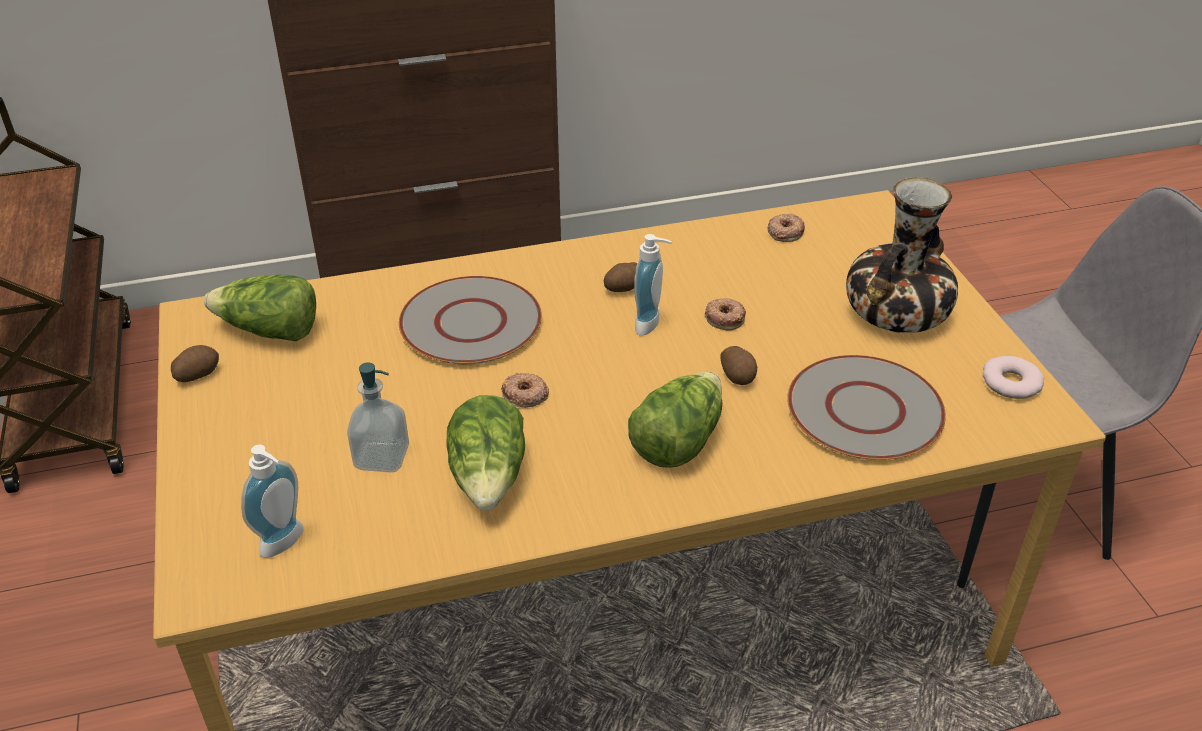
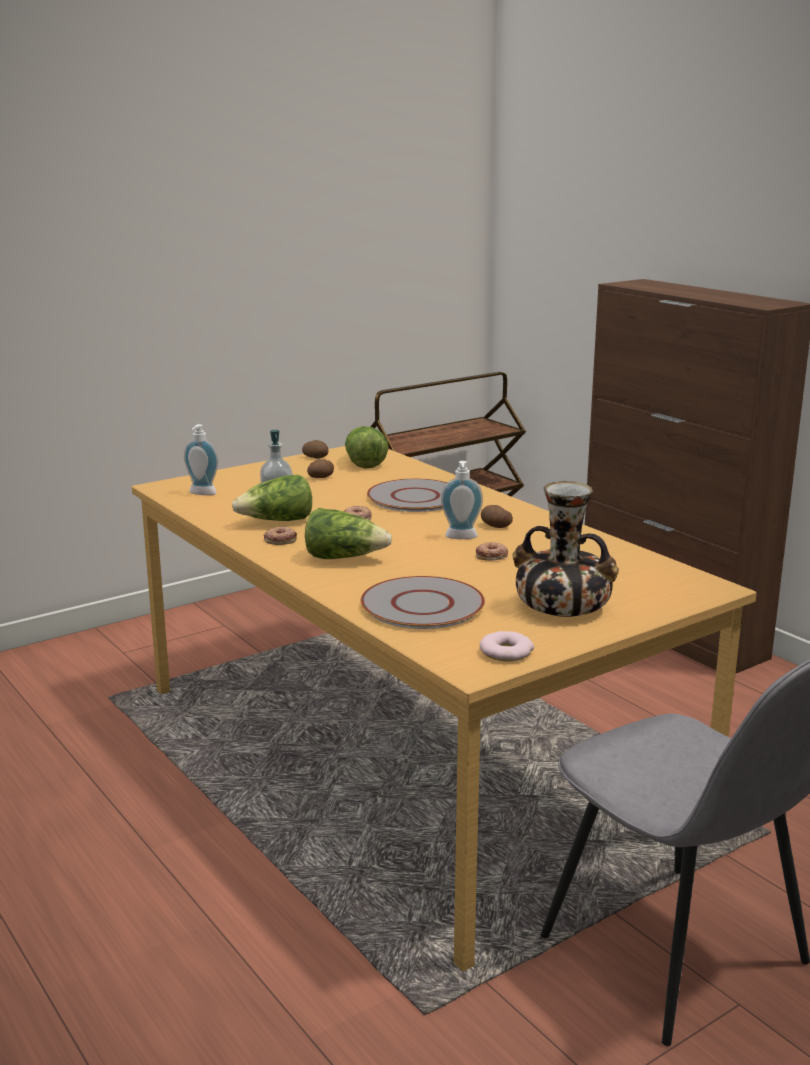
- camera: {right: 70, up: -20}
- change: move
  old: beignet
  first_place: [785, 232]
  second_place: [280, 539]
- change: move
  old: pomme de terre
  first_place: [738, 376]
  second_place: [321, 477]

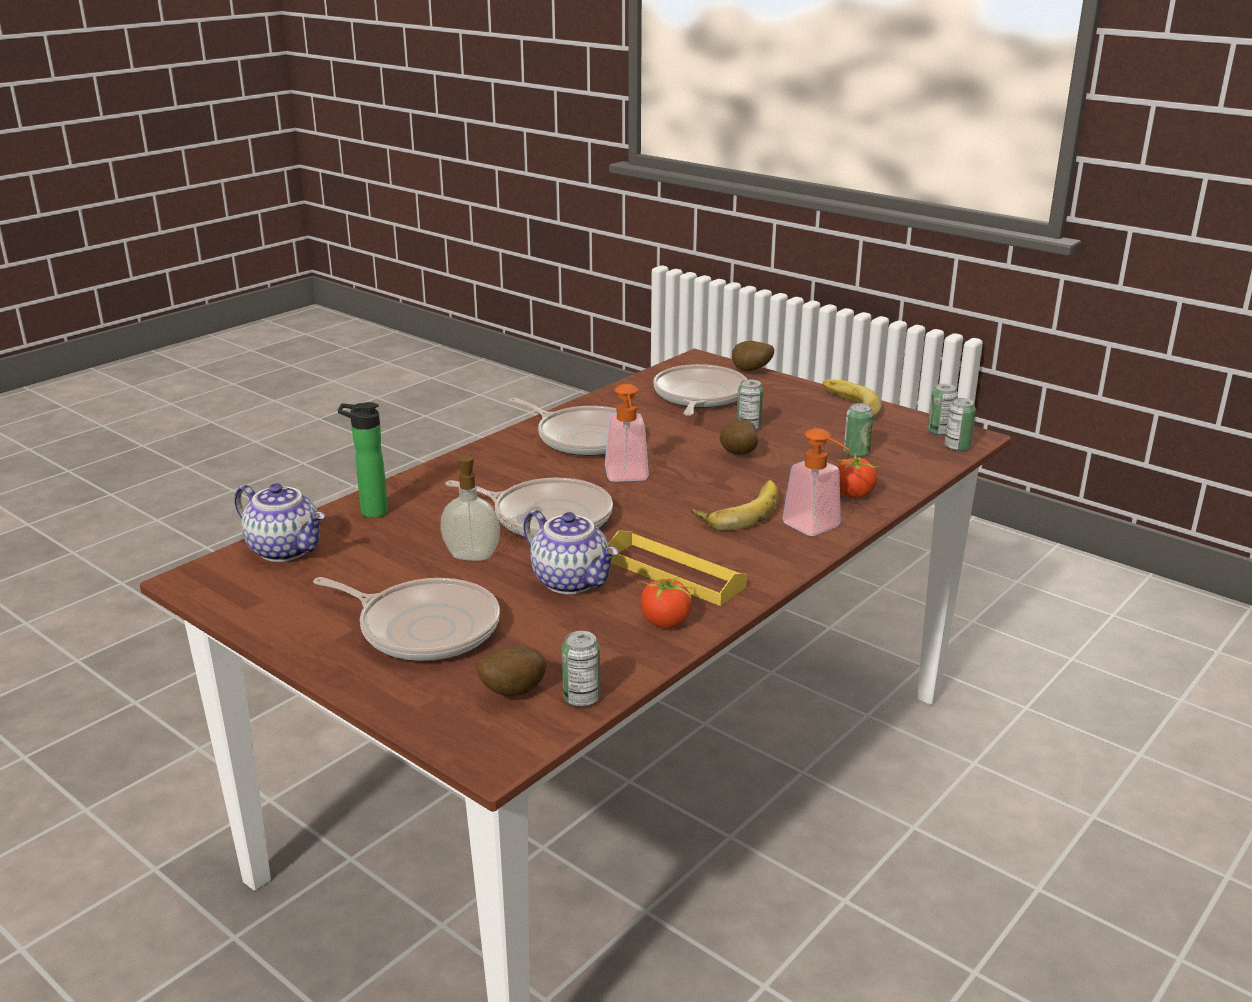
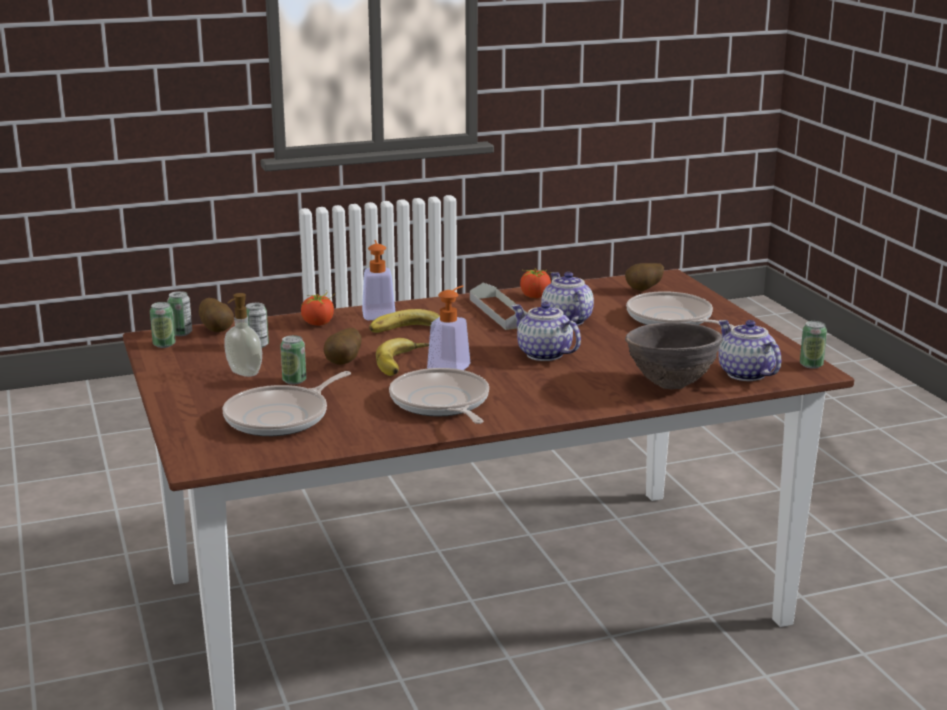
- camera: {right: -150, up: -5}
- change: move
  old: pomme de terre
  first_place: [750, 371]
  second_place: [218, 330]
- change: move
  old: distributeur de savon
  first_place: [472, 555]
  second_place: [243, 373]
- change: move
  old: banane
  first_place: [844, 407]
  second_place: [404, 363]
- change: recolor
  old: plateau/jaune
  new: plateau/gris
  first_place: [674, 573]
  second_place: [500, 312]
- change: replace
  old: poêle
  new: théière
  first_place: [547, 517]
  second_place: [543, 354]
- change: replace
  old: bouteille
  new: bol/marron
  first_place: [370, 512]
  second_place: [670, 385]
- change: move
  old: boîte métallique
  first_place: [581, 698]
  second_place: [811, 365]

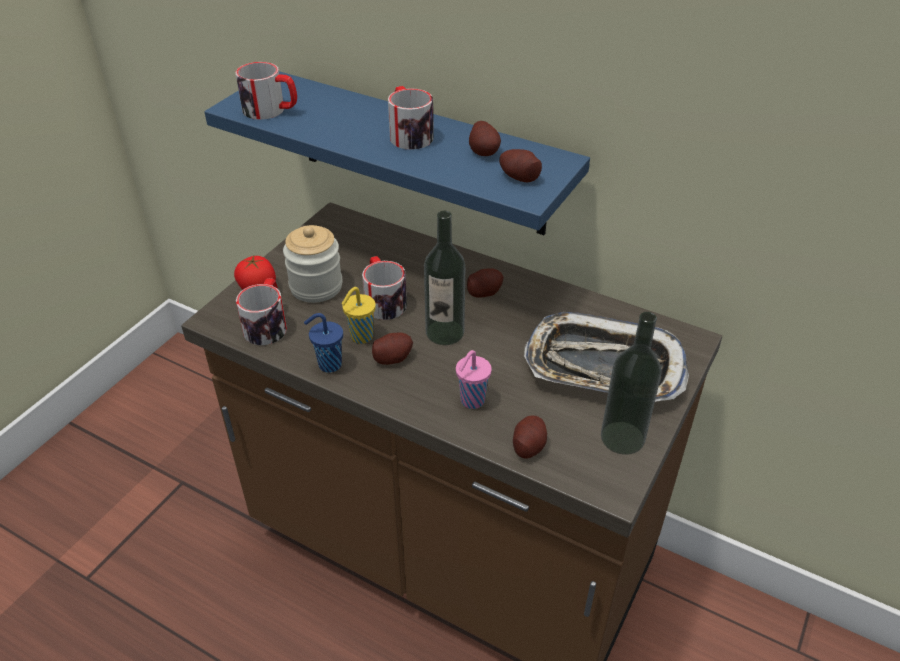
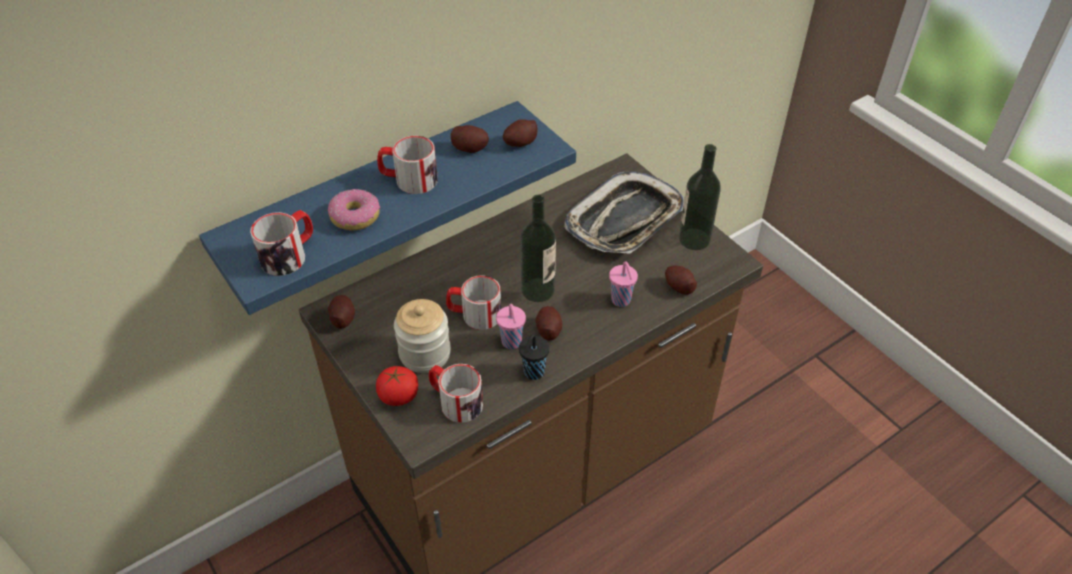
- camera: {right: -65, up: 5}
- change: insert
  new: beignet
  second_place: [355, 216]
- change: move
  old: pomme de terre
  first_place: [484, 292]
  second_place: [342, 318]
- change: recolor
  old: tasse/jaune
  new: tasse/rose
  first_place: [360, 337]
  second_place: [512, 343]
- change: recolor
  old: tasse/bleu
  new: tasse/noir
  first_place: [328, 365]
  second_place: [533, 373]

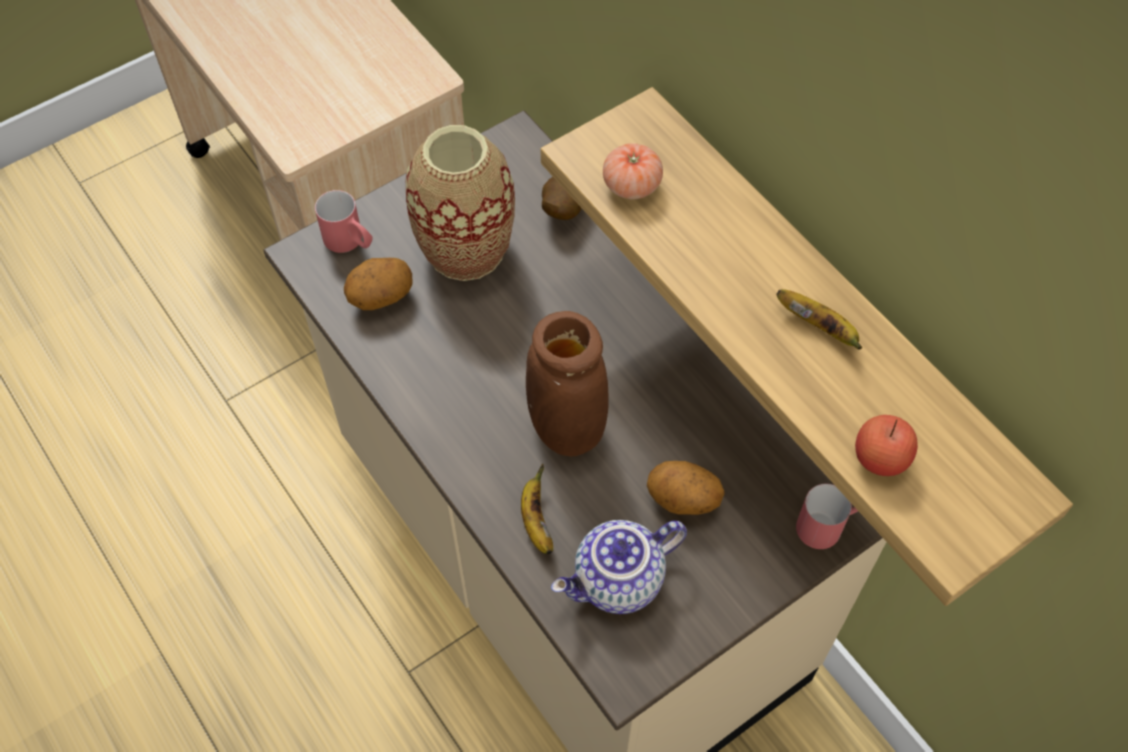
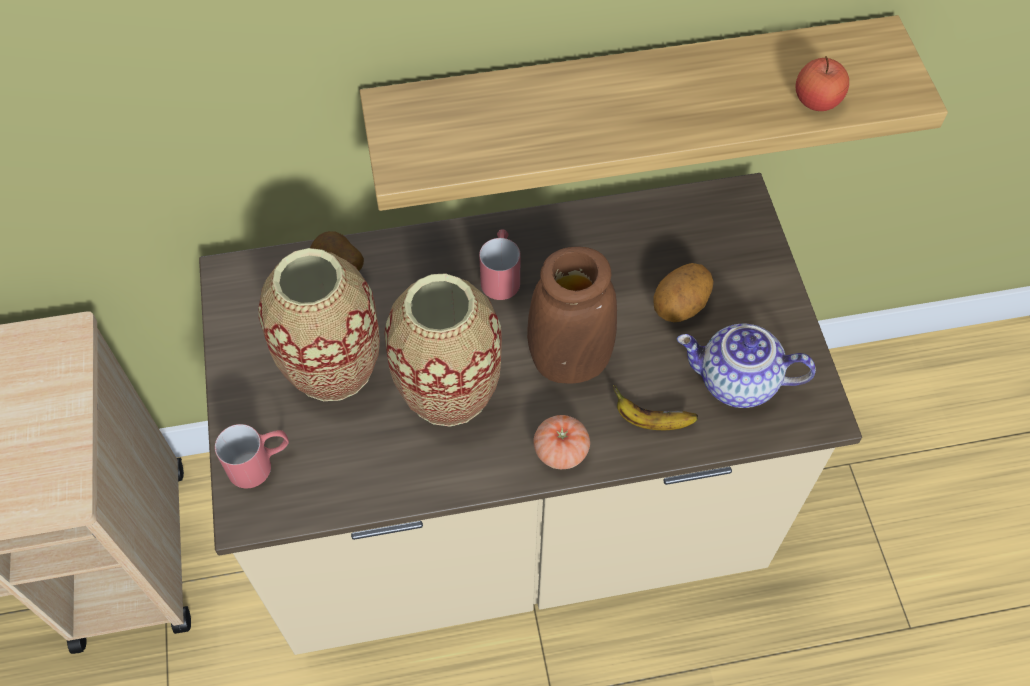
- camera: {right: -65, up: 0}
- change: insert
  new: vase
  second_place: [448, 389]
- change: move
  old: mug/rouge
  first_place: [829, 524]
  second_place: [501, 274]
- change: move
  old: tomate
  first_place: [631, 185]
  second_place: [561, 450]
- change: rotate
  old: théière
  first_place: [618, 582]
  second_place: [736, 383]
  degrees: 105
- change: delete
  old: pomme de terre
  first_place: [381, 297]
- change: delete
  old: banane
  first_place: [819, 327]

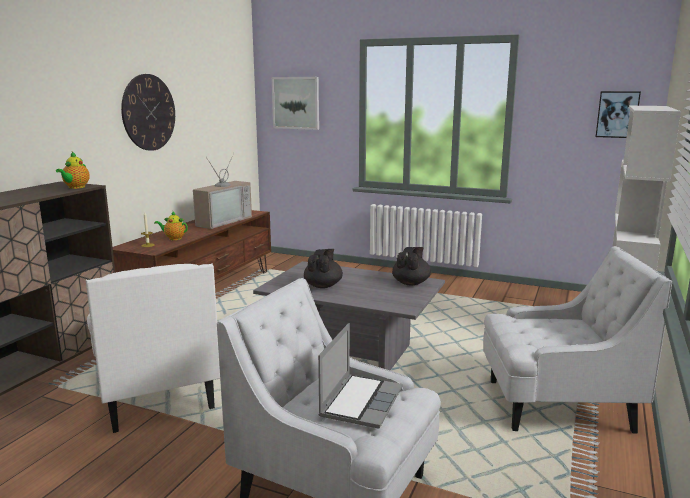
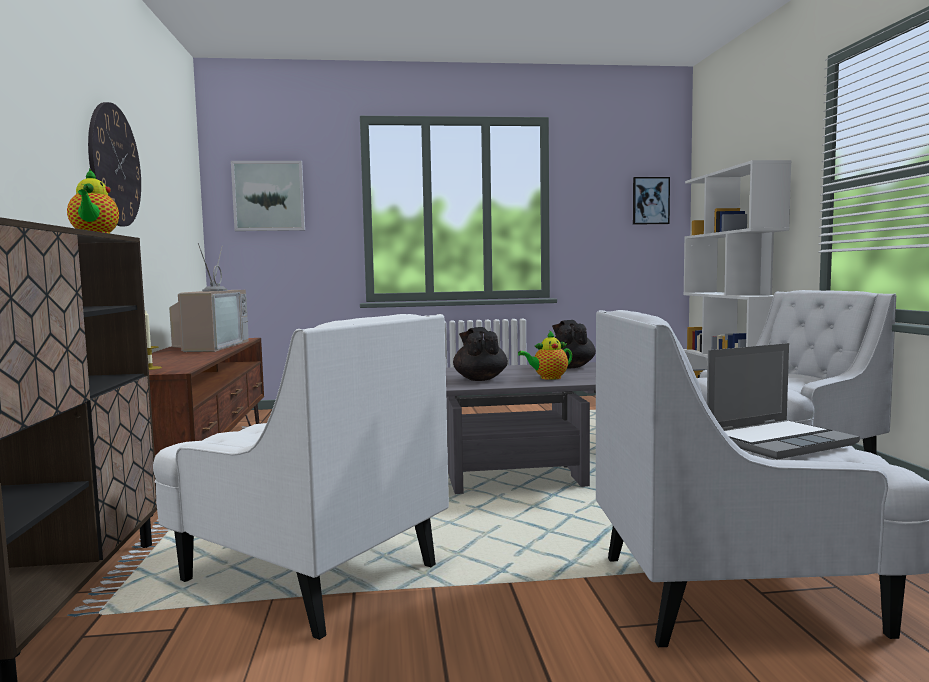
- camera: {right: -30, up: -10}
- change: move
  old: théière
  first_place: [173, 238]
  second_place: [548, 378]
- change: rotate
  old: ordinateur portable
  first_place: [360, 401]
  second_place: [779, 441]
  degrees: 75

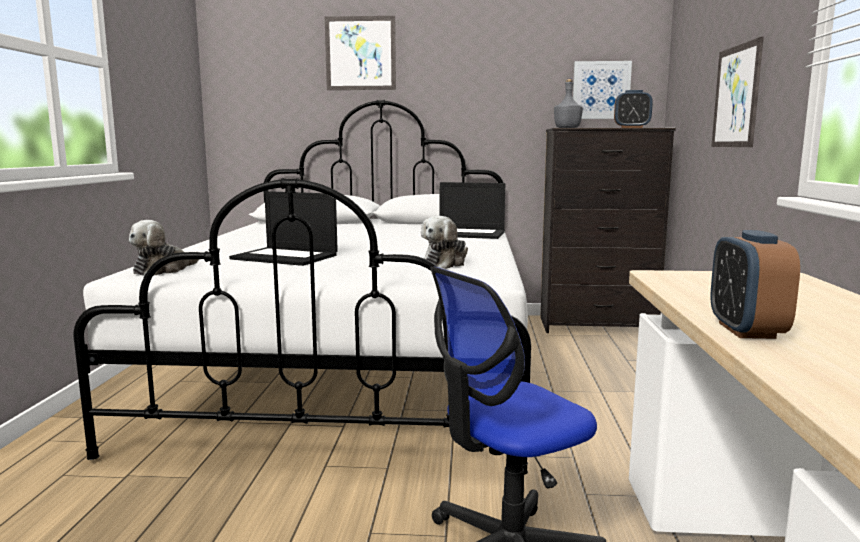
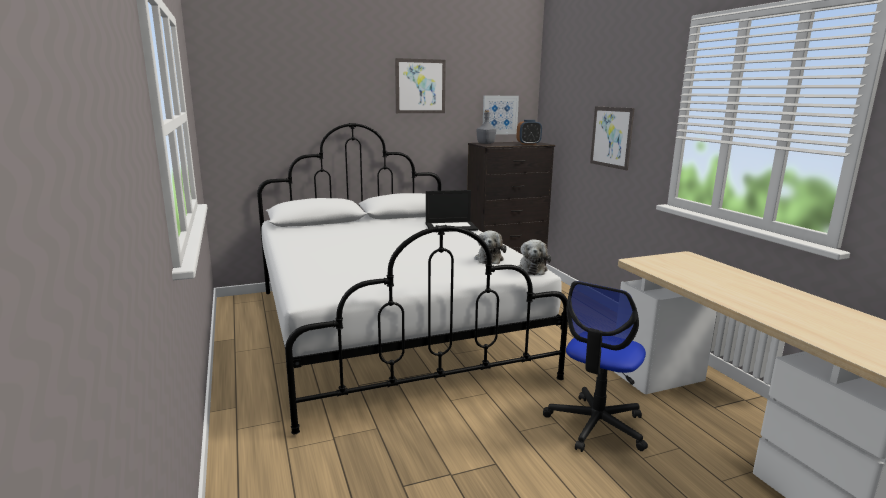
- camera: {right: -25, up: 5}
- change: move
  old: tableau
  first_place: [360, 53]
  second_place: [420, 86]
- change: move
  old: peluche
  first_place: [164, 270]
  second_place: [531, 269]
- change: delete
  old: ordinateur portable
  first_place: [286, 257]
- change: delete
  old: réveil
  first_place: [746, 330]

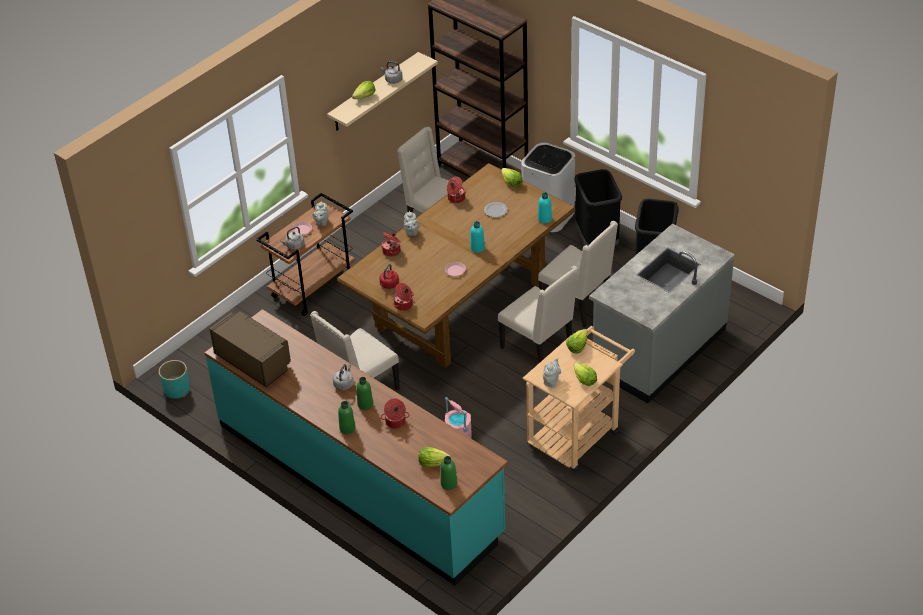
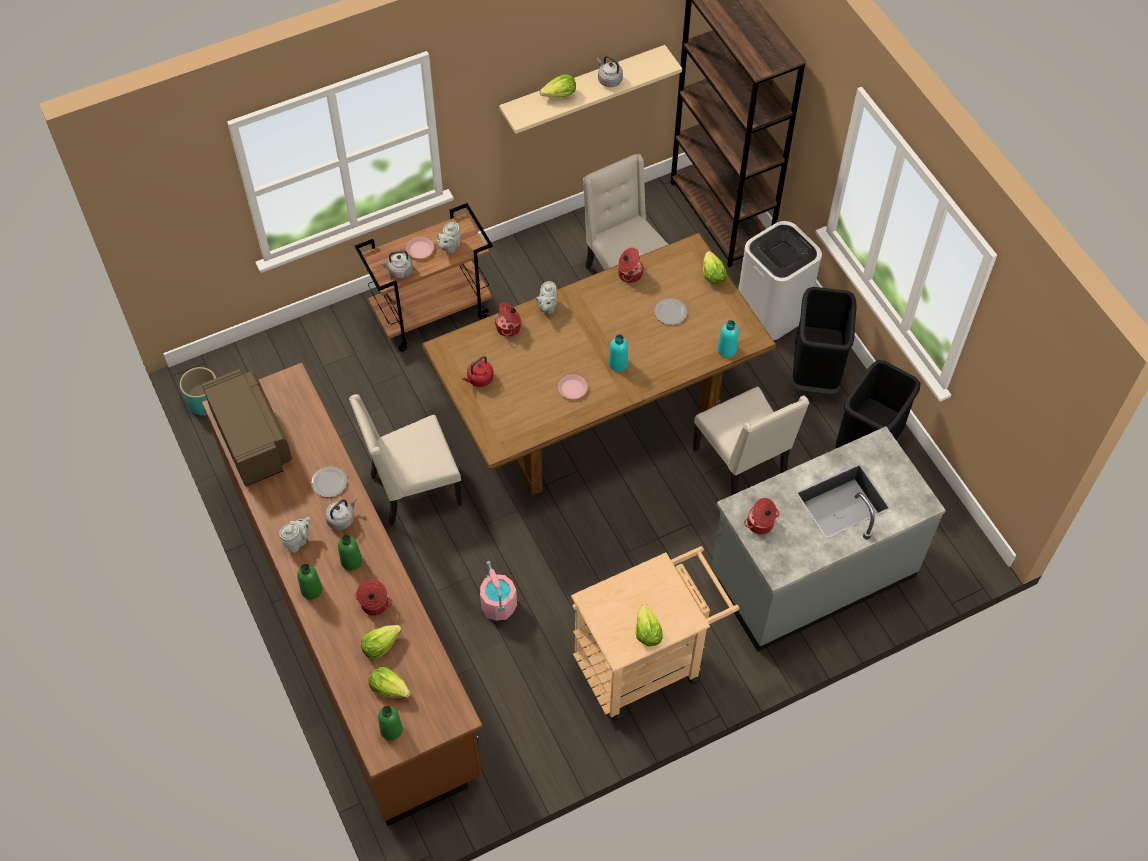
- camera: {right: 20, up: 15}
- change: recolor
  old: comptoir de cuisine/turquoise
  new: comptoir de cuisine/marron
  first_place: [359, 478]
  second_place: [351, 618]
- change: move
  old: théière/gris
  first_place: [551, 381]
  second_place: [297, 541]
- change: insert
  new: assiette
  second_place: [329, 482]
- change: move
  old: laitue
  first_place: [577, 346]
  second_place: [380, 645]
- change: move
  old: marmite
  first_place: [404, 305]
  second_place: [760, 524]
- change: delete
  old: chaise/beige
  first_place: [539, 348]

